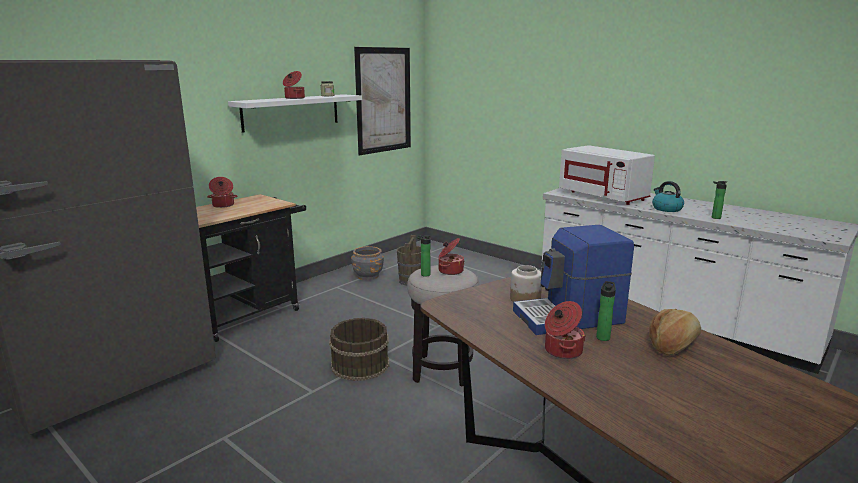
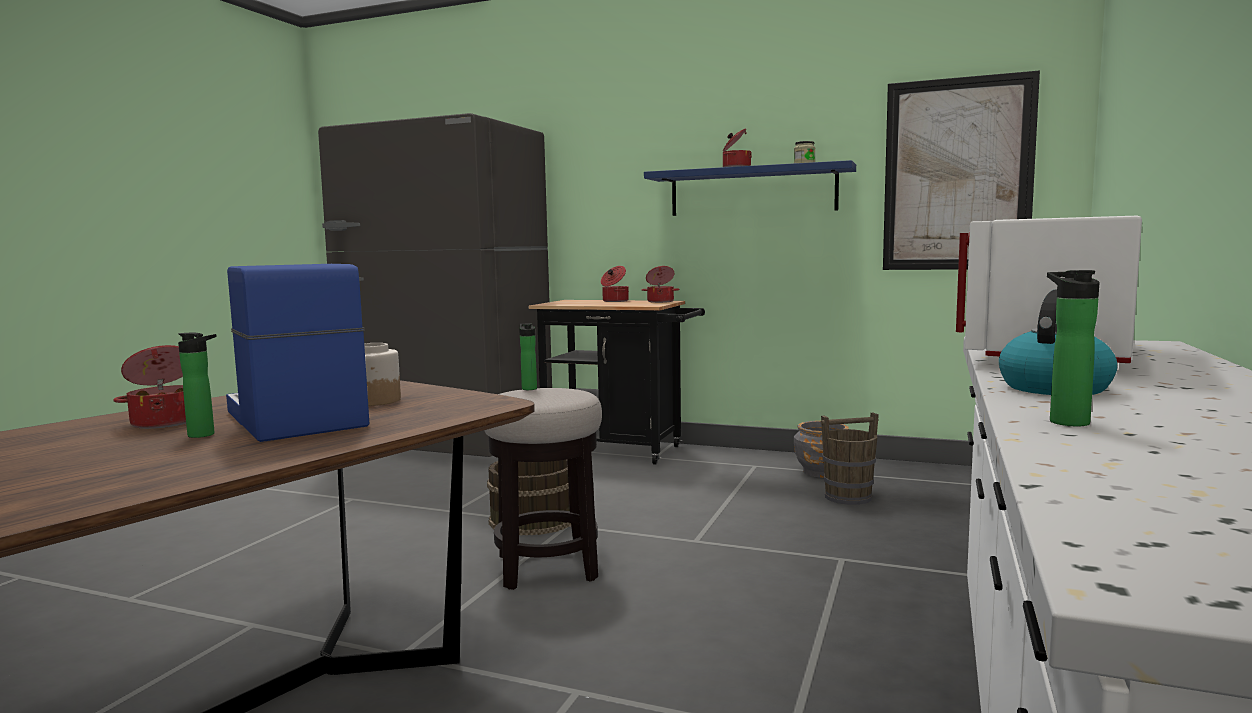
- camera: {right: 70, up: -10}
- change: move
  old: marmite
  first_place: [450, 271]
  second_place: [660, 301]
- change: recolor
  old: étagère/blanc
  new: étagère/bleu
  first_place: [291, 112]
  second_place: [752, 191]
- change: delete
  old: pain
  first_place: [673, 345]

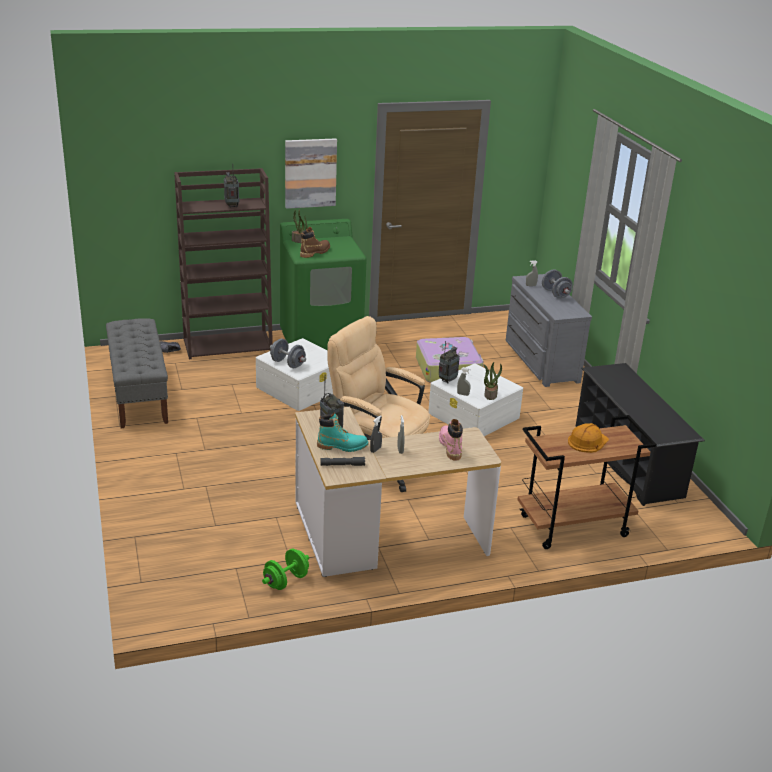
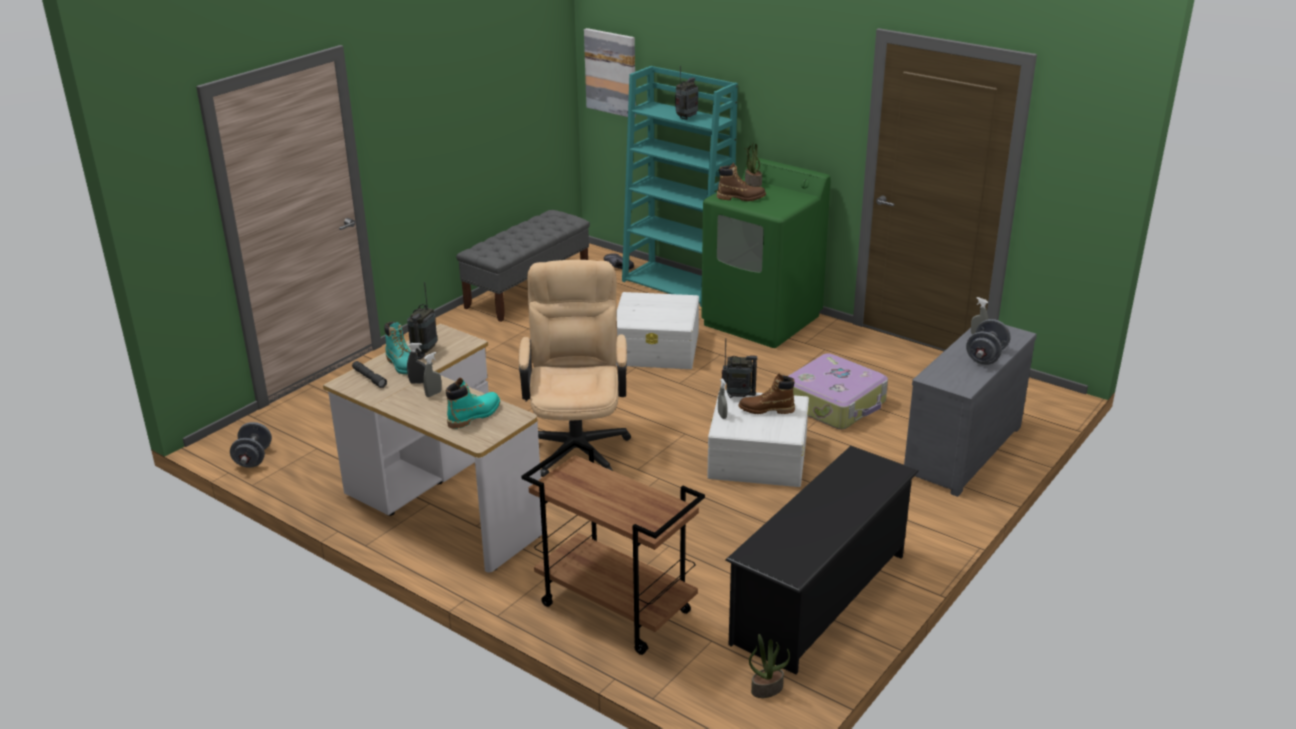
- camera: {right: 55, up: 0}
- change: move
  old: haltère/gris
  first_place: [287, 363]
  second_place: [253, 458]
- change: recolor
  old: botte/rose
  new: botte/turquoise
  first_place: [450, 447]
  second_place: [474, 415]
- change: move
  old: tableau
  first_place: [310, 173]
  second_place: [611, 72]
- change: recolor
  old: bibliothèque/marron
  new: bibliothèque/turquoise
  first_place: [228, 345]
  second_place: [678, 284]
- change: insert
  new: botte/marron
  second_place: [766, 410]
- change: move
  old: plante en pot
  first_place: [490, 395]
  second_place: [767, 688]
- change: delete
  old: haltère/vert
  first_place: [286, 581]
- change: delete
  old: casque de chantier/orange
  first_place: [587, 441]

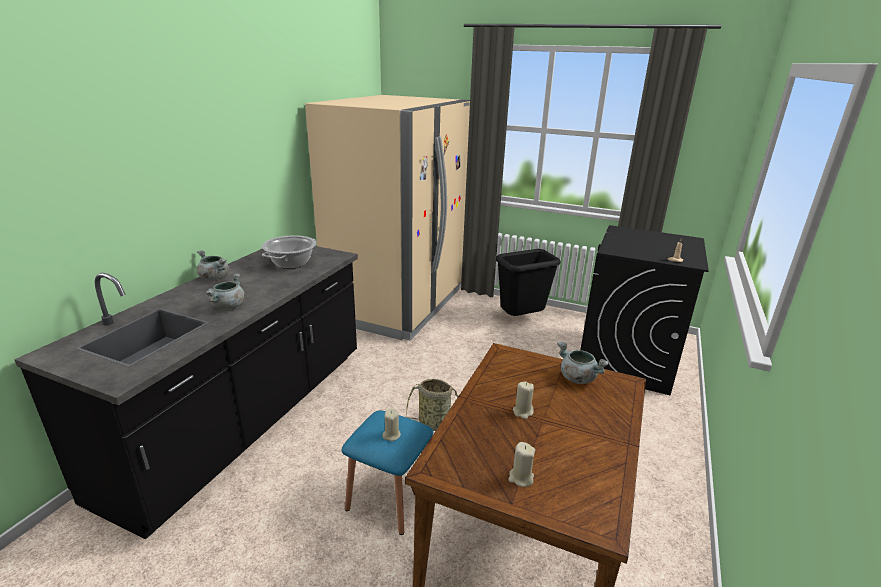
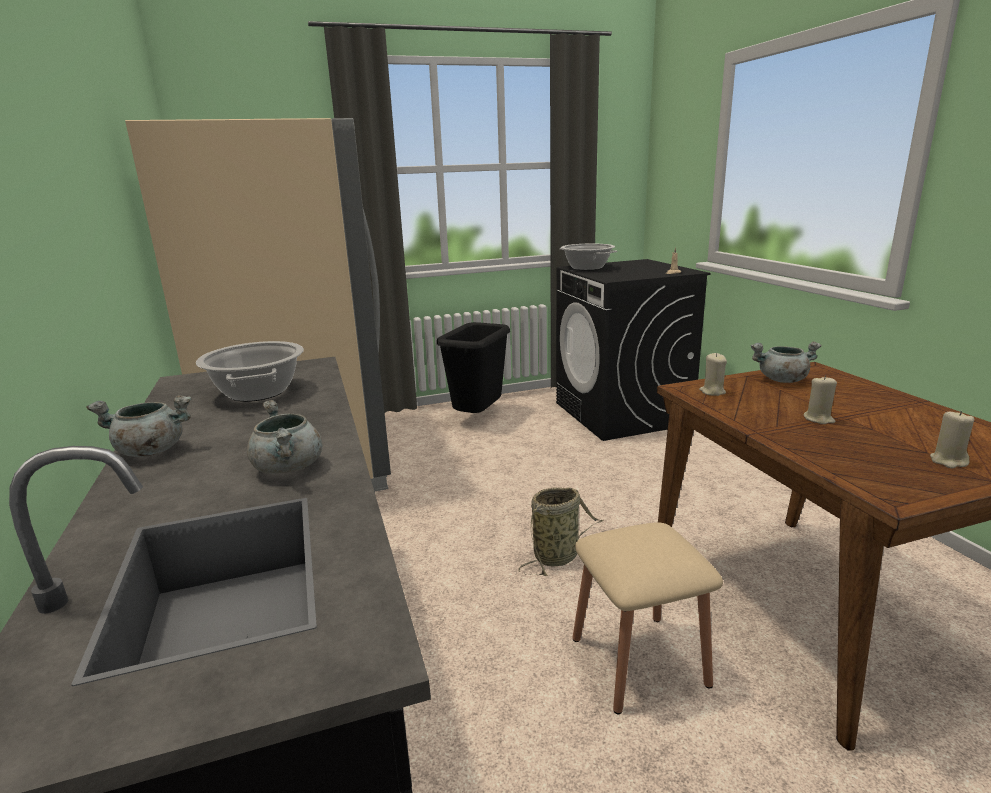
- camera: {right: -40, up: -5}
- change: insert
  new: marmite
  second_place: [587, 268]
- change: recolor
  old: tabouret/bleu
  new: tabouret/beige
  first_place: [390, 498]
  second_place: [639, 661]
- change: move
  old: bougie/beige
  first_place: [391, 435]
  second_place: [712, 392]

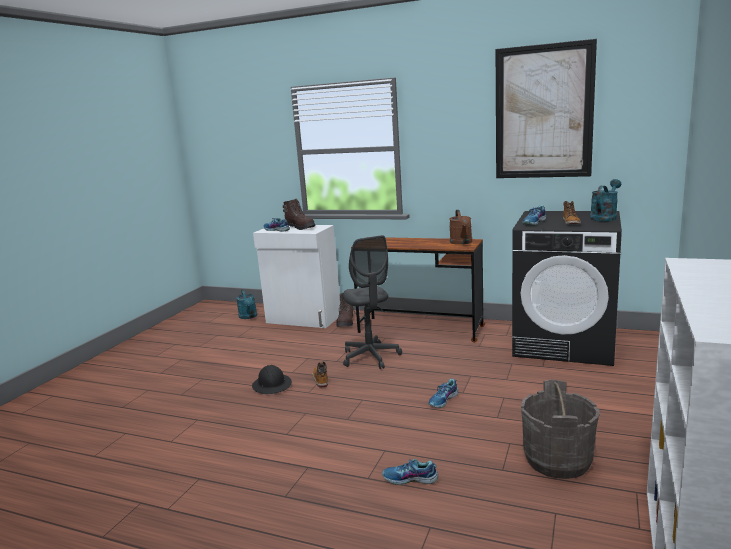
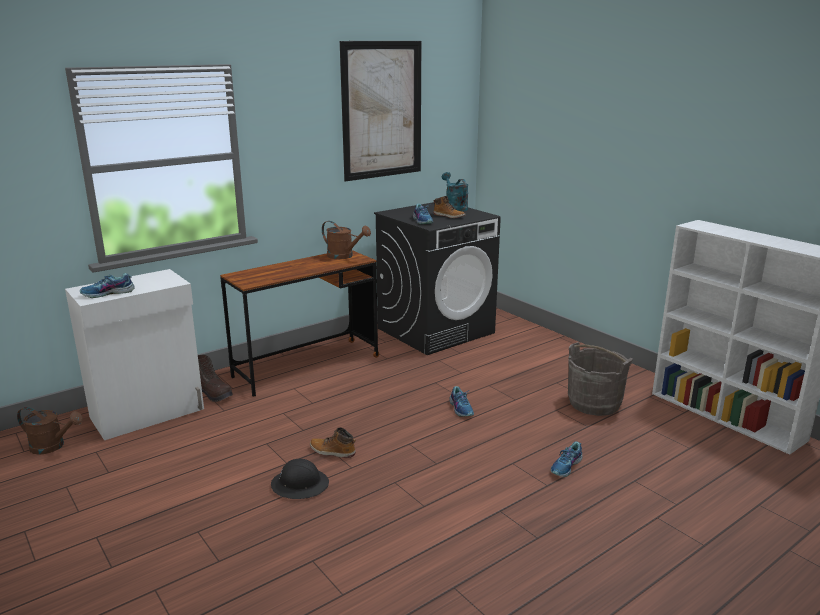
- camera: {right: -60, up: 5}
- change: recolor
  old: arrosoir/turquoise
  new: arrosoir/marron
  first_place: [248, 317]
  second_place: [53, 446]
- change: delete
  old: botte/marron
  first_place: [300, 227]
- change: delete
  old: chaise de bureau/gris
  first_place: [370, 357]

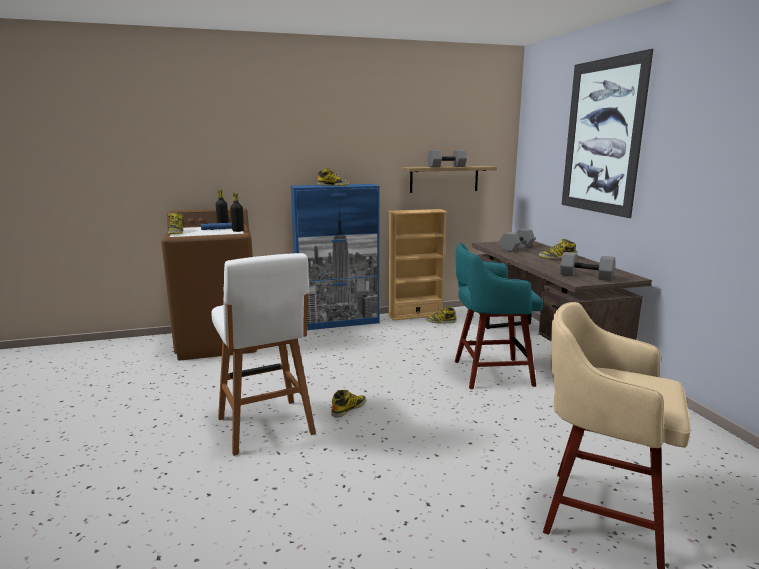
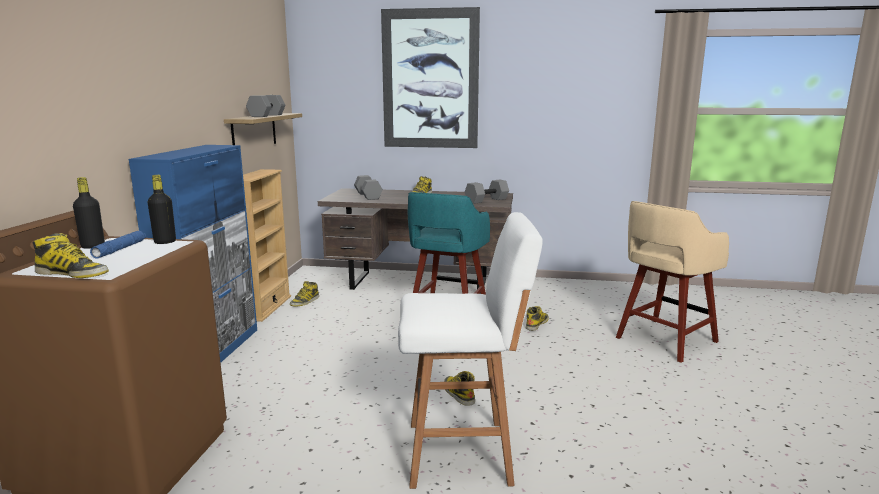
- camera: {right: -65, up: 0}
- change: move
  old: botte
  first_place: [333, 185]
  second_place: [536, 324]

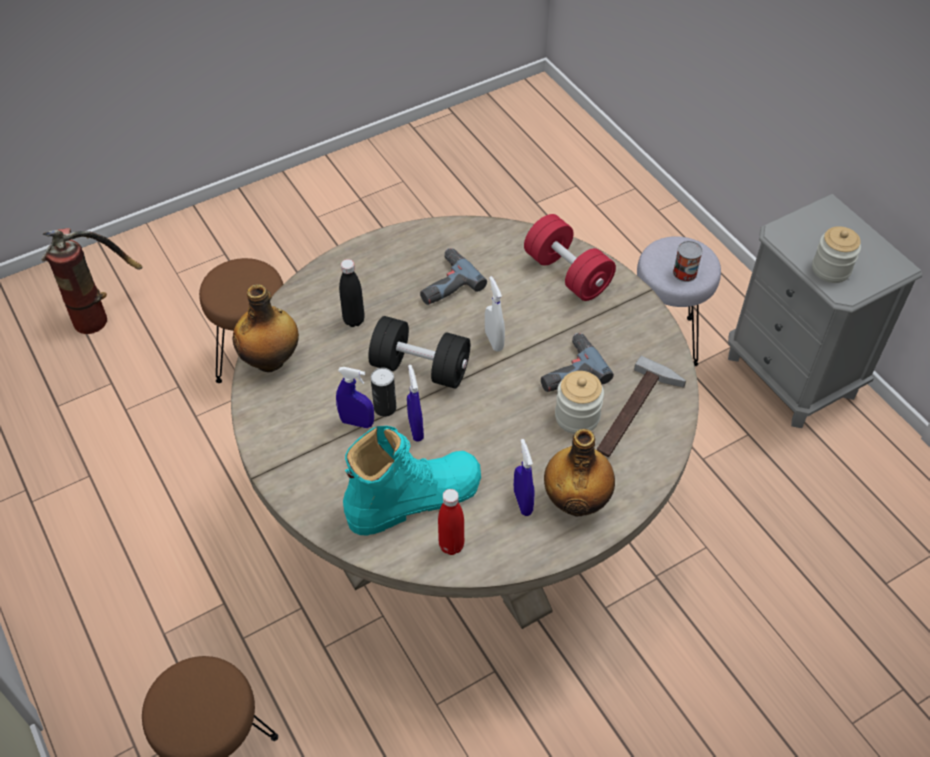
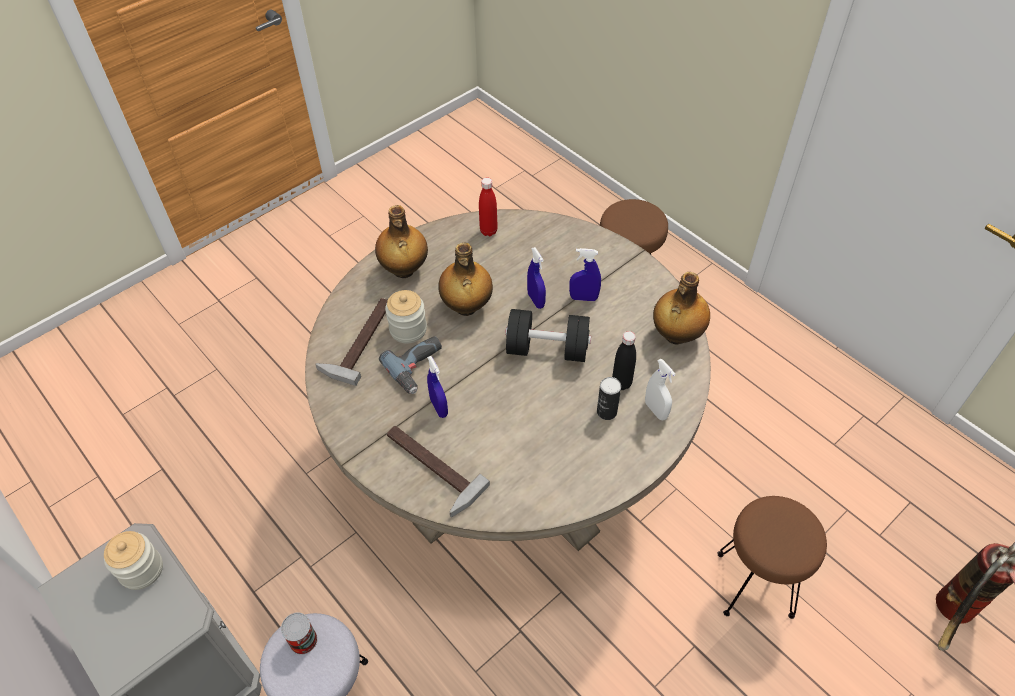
- camera: {right: 170, up: 0}
- change: replace
  old: haltère/rouge
  new: marteau
  first_place: [567, 273]
  second_place: [428, 468]
- change: move
  old: vaporisateur/bleu
  first_place: [522, 502]
  second_place: [439, 407]
- change: insert
  new: bouteille
  second_place: [466, 307]
- change: move
  old: boîte métallique
  first_place: [385, 408]
  second_place: [606, 412]
- change: move
  old: vaporisateur/blanc
  first_place: [494, 341]
  second_place: [656, 410]
- change: delete
  old: botte/turquoise
  first_place: [413, 498]
- change: delete
  old: perceuse
  first_place: [444, 283]

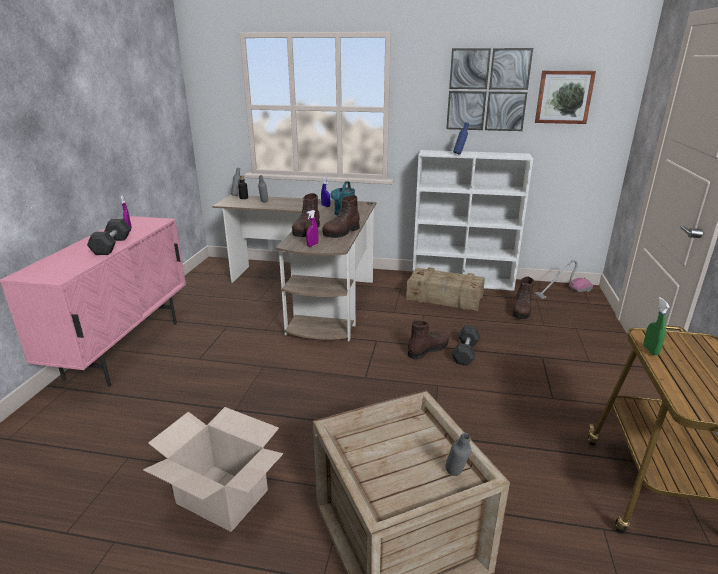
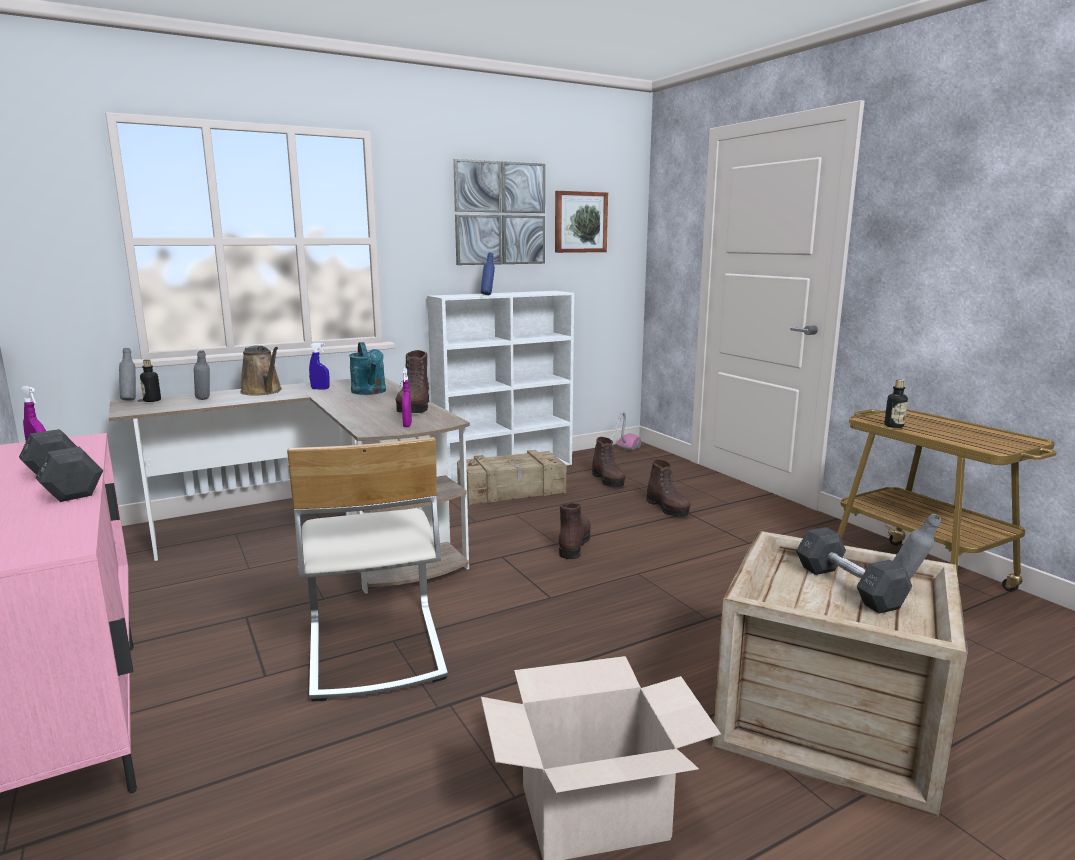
- camera: {right: -40, up: -10}
- change: insert
  new: arrosoir/marron
  second_place: [263, 392]
- change: insert
  new: chaise/beige
  second_place: [373, 649]
- change: move
  old: botte/marron
  first_place: [306, 231]
  second_place: [668, 508]
- change: move
  old: haltère/gris
  first_place: [465, 352]
  second_place: [848, 587]
- change: replace
  old: vaporisateur/vert
  new: bouteille
  first_place: [650, 350]
  second_place: [893, 426]

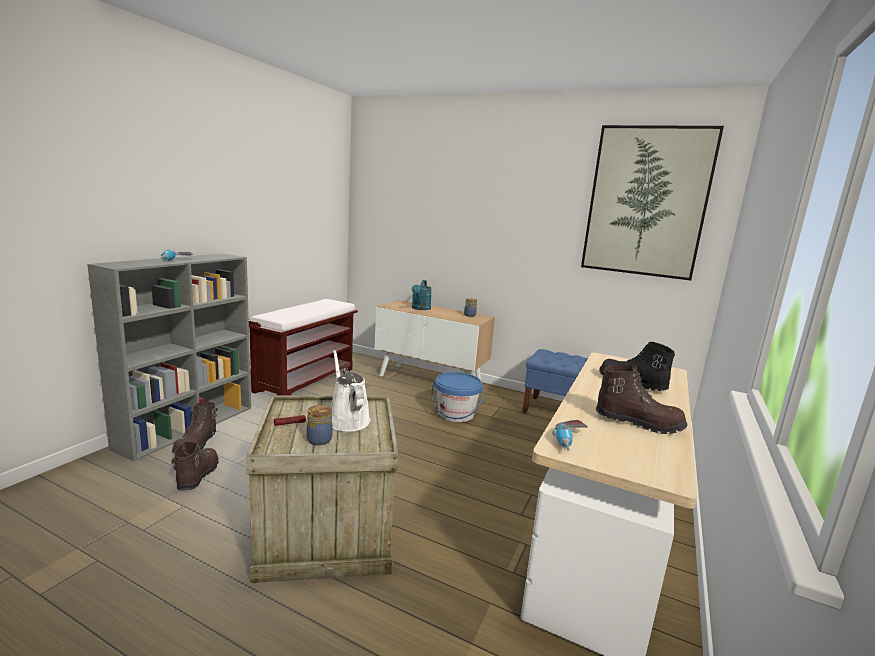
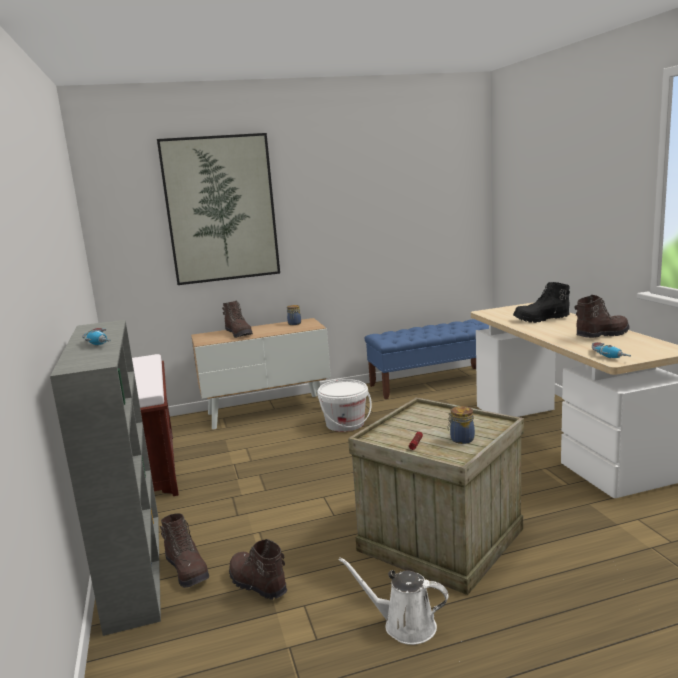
- camera: {right: -40, up: 0}
- change: move
  old: tableau
  first_place: [646, 202]
  second_place: [221, 209]
- change: replace
  old: arrosoir/turquoise
  new: botte/marron
  first_place: [420, 308]
  second_place: [239, 334]
- change: recolor
  old: seau/bleu
  new: seau/blanc
  first_place: [455, 414]
  second_place: [345, 424]
- change: move
  old: arrosoir/blanc
  first_place: [347, 419]
  second_place: [404, 625]

